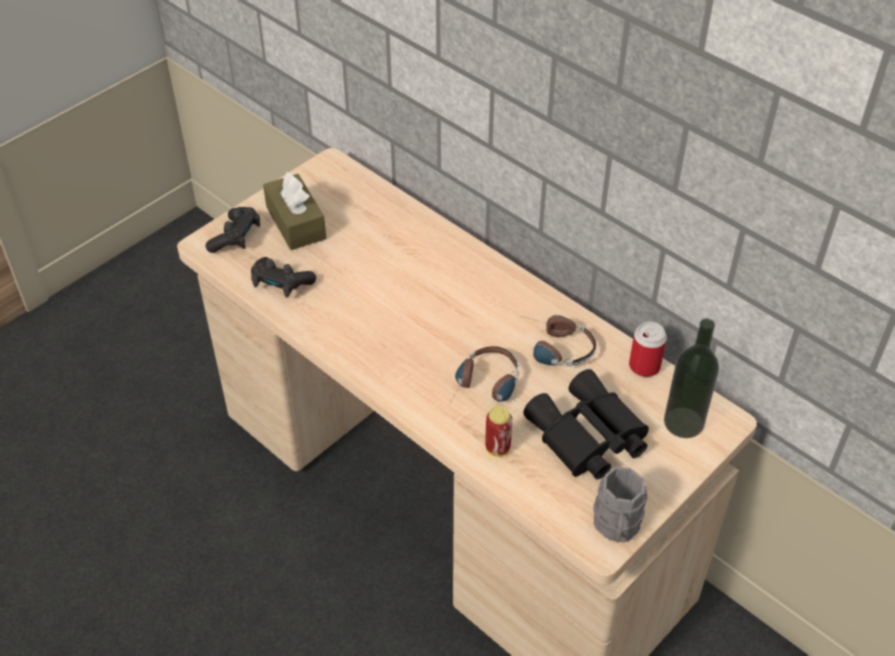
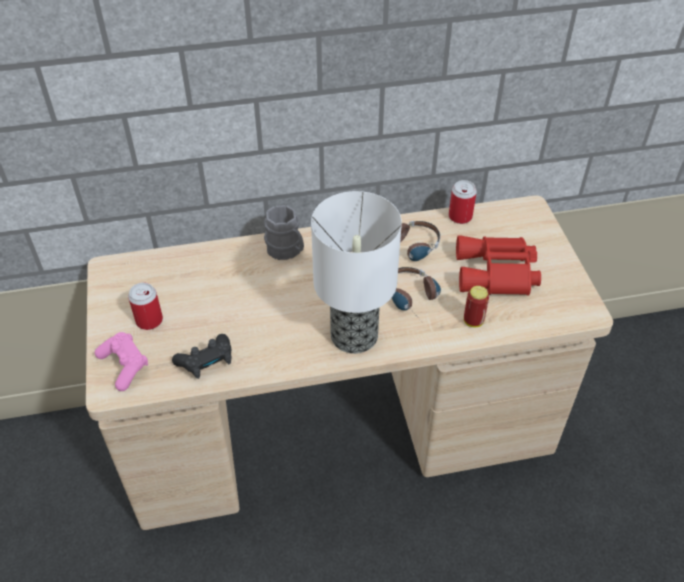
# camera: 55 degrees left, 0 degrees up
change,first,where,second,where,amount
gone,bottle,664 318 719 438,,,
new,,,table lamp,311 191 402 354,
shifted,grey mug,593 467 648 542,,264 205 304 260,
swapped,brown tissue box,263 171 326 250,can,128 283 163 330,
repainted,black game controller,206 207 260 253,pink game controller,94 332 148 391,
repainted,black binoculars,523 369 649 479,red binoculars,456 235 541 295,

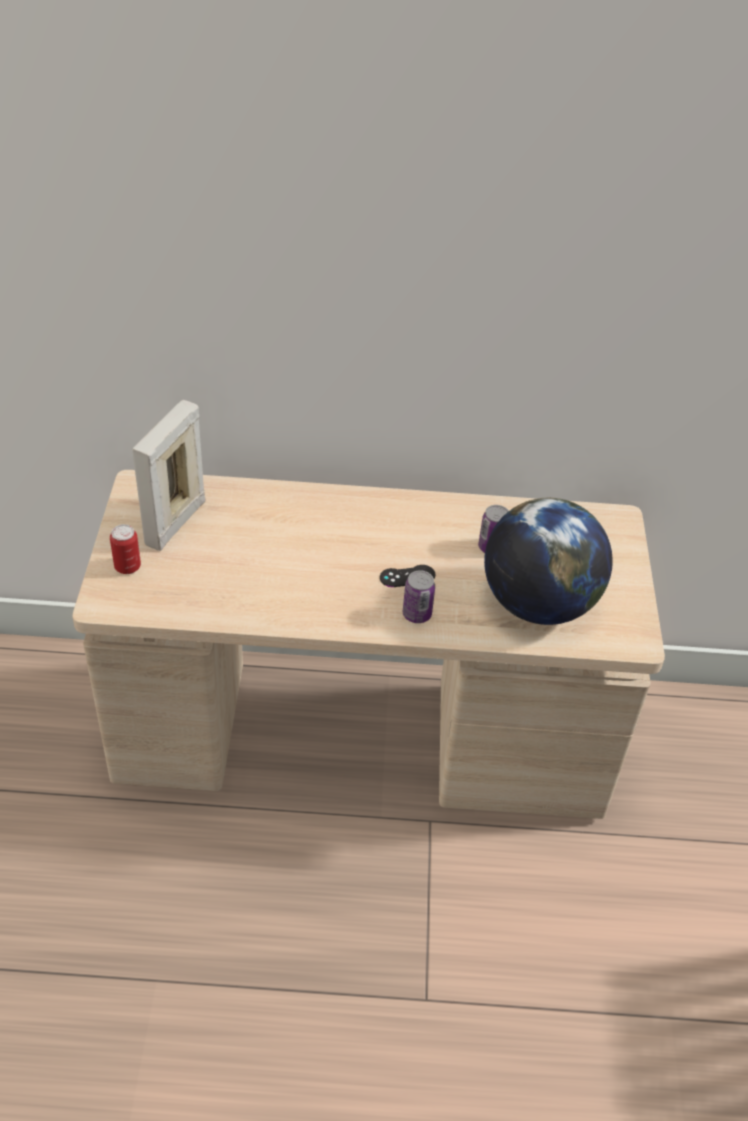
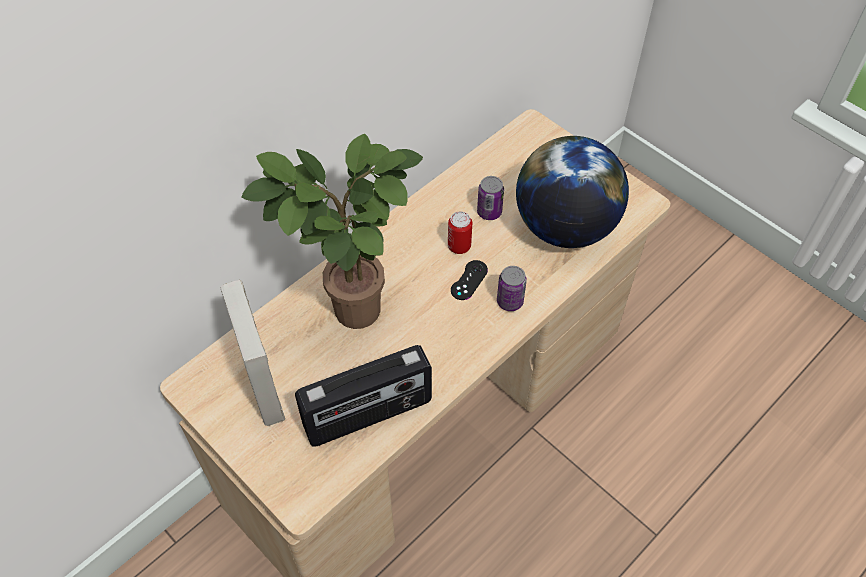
# camera: 45 degrees left, 10 degrees up
change,first,where,second,where,amount
new,,,potted plant,242 134 423 329,
new,,,radio,295 345 432 447,
shifted,can,110 524 141 574,,448 211 472 254,

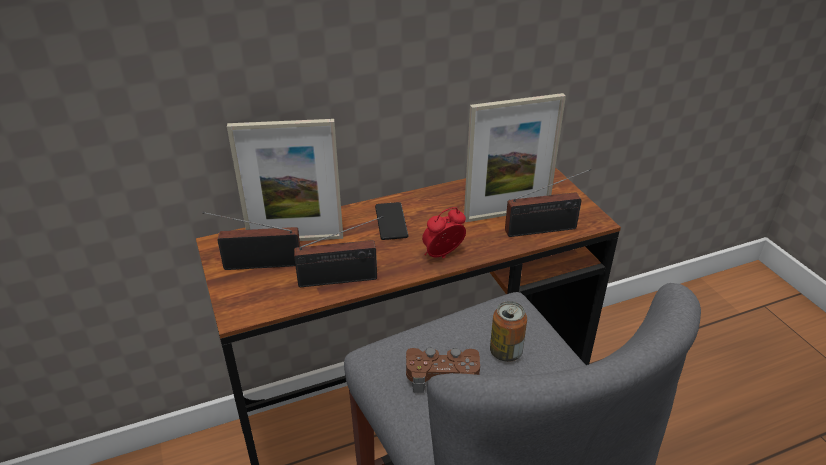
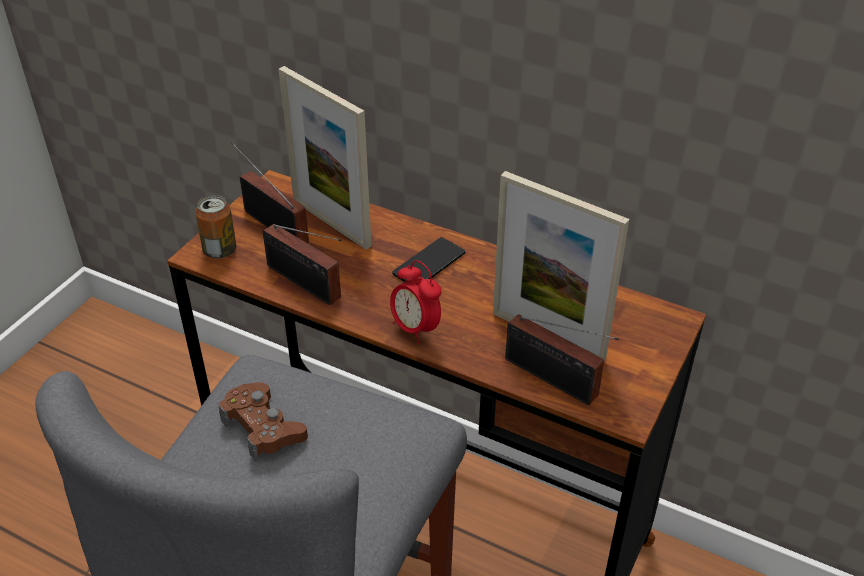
# camera: 50 degrees right, 5 degrees up
change,first,where,second,where,amount
shifted,can,490 301 527 362,,195 195 236 259,
rotated,alarm clock,422 207 466 258,,390 260 441 344,150 degrees counterclockwise

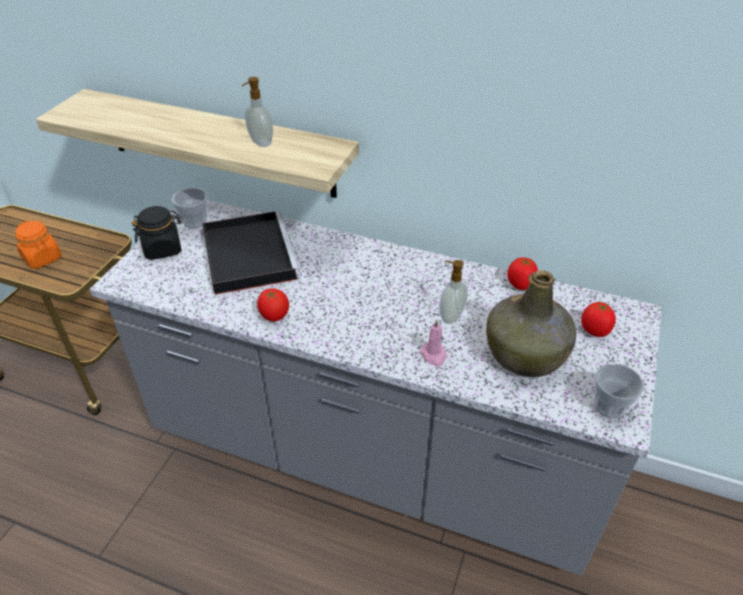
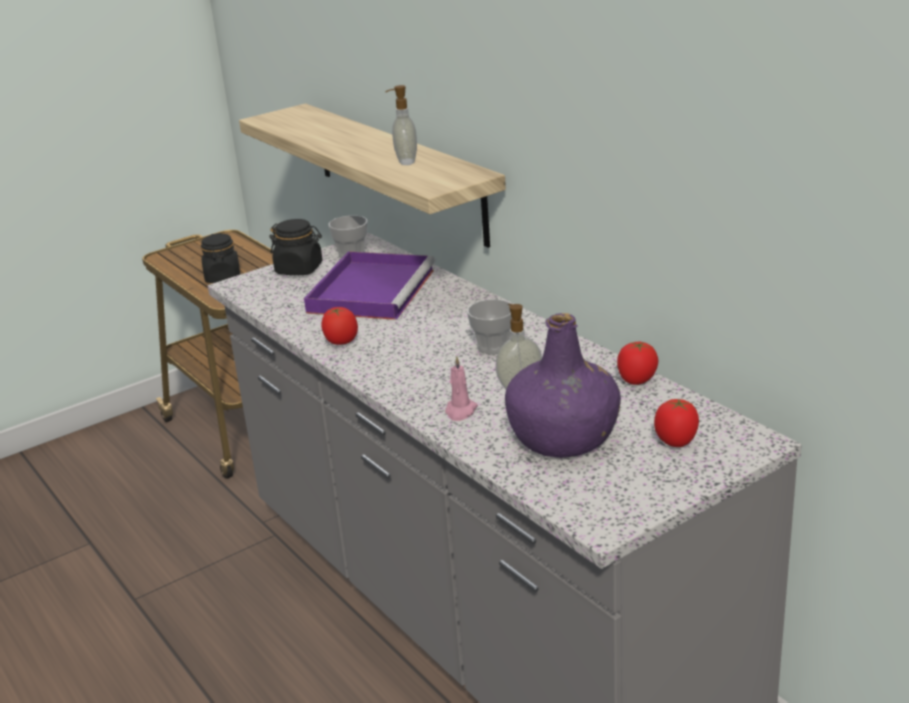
# camera: 35 degrees right, 15 degrees down
change,first,where,second,where,amount
shifted,cup,594 363 644 419,,467 299 512 354,
repainted,orange jar,15 221 62 269,black jar,201 233 240 283,
repainted,black tray,202 211 300 295,purple tray,304 252 436 320,
repainted,green bottle,486 270 576 377,purple bottle,505 313 621 458,

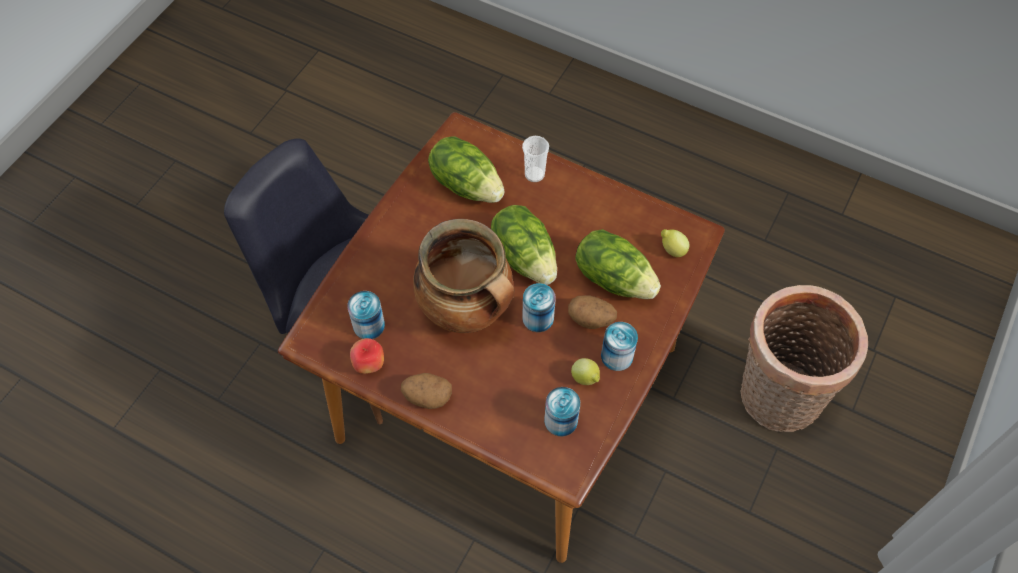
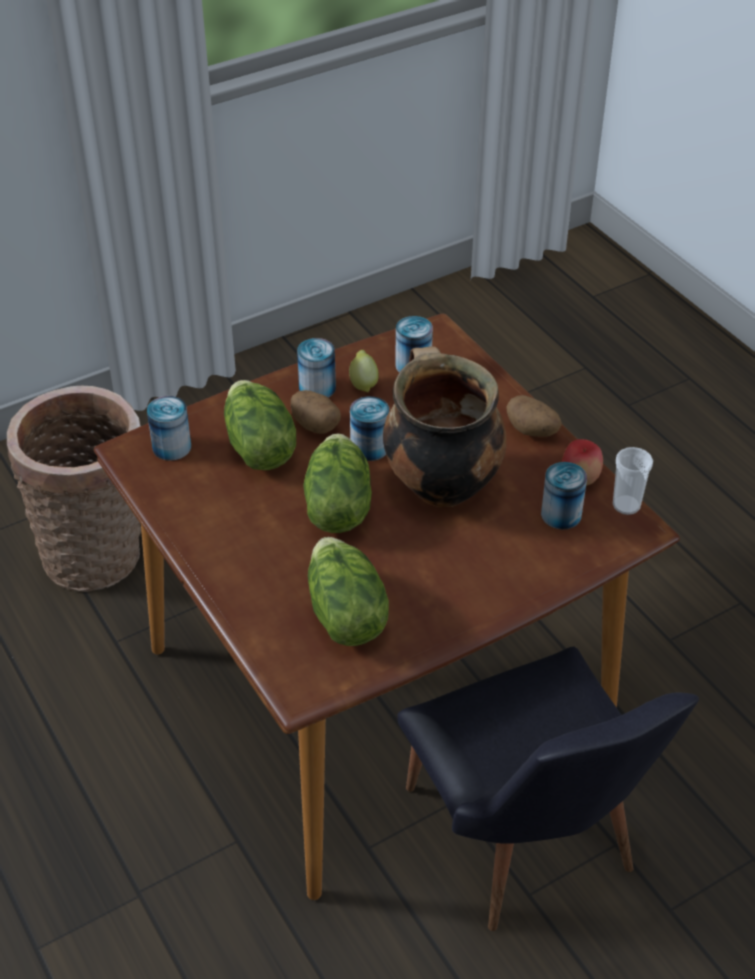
# camera: 150 degrees left, 15 degrees down
change,first,where,second,where,amount
shifted,cup,522 136 549 182,,613 447 653 515,
swapped,lemon,661 229 689 257,can,147 396 191 461,

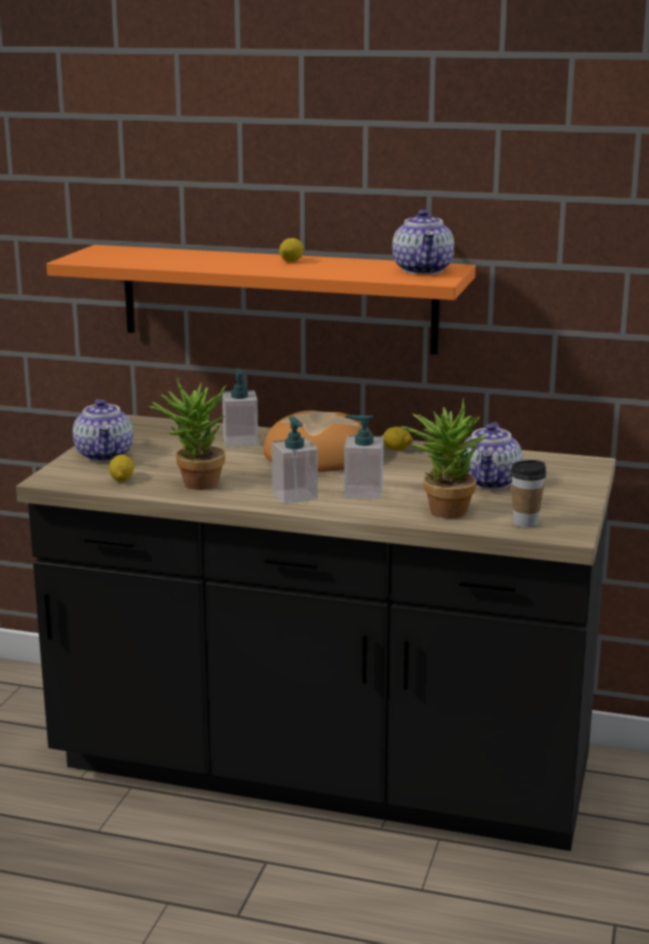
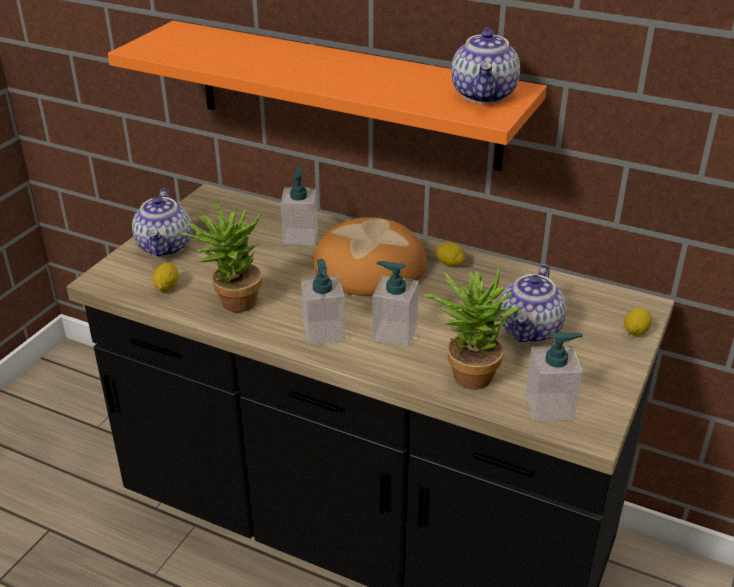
# camera: 10 degrees right, 15 degrees up
change,first,where,second,where,amount
shifted,lemon,279 238 304 262,,624 307 652 336,
swapped,cup,510 460 546 528,soap dispenser,525 332 583 421,

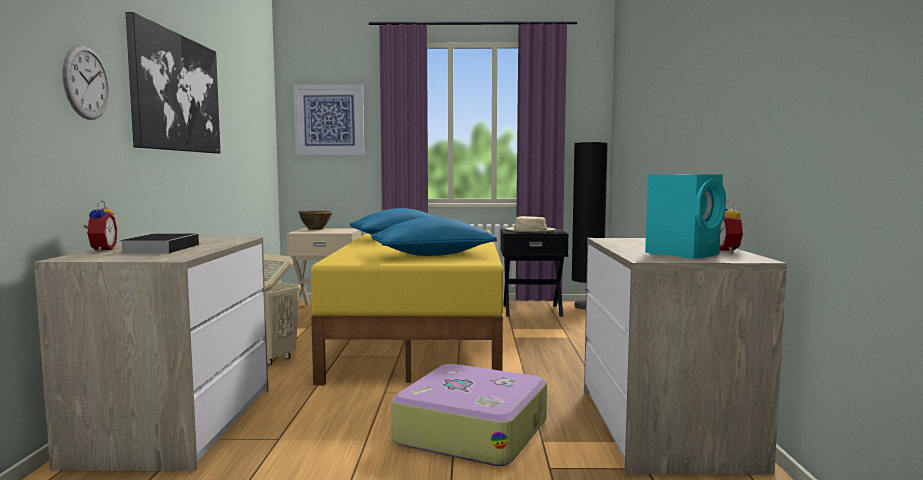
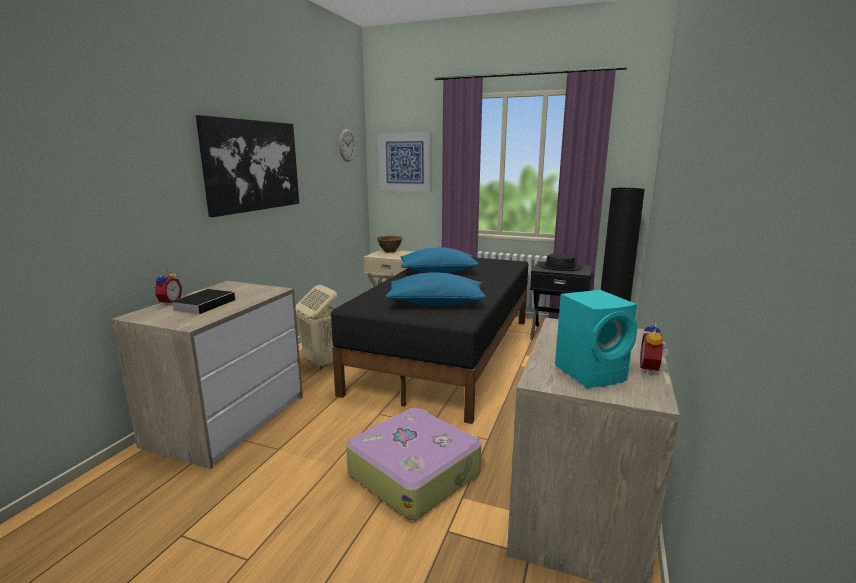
# camera: 20 degrees right, 10 degrees up
change,first,where,second,where,amount
shifted,wall clock,62 44 109 120,,339 129 356 162,
repainted,yellow bed,311 230 503 385,black bed,331 257 528 424,
repainted,beige hat,506 216 555 232,black hat,538 254 583 271,

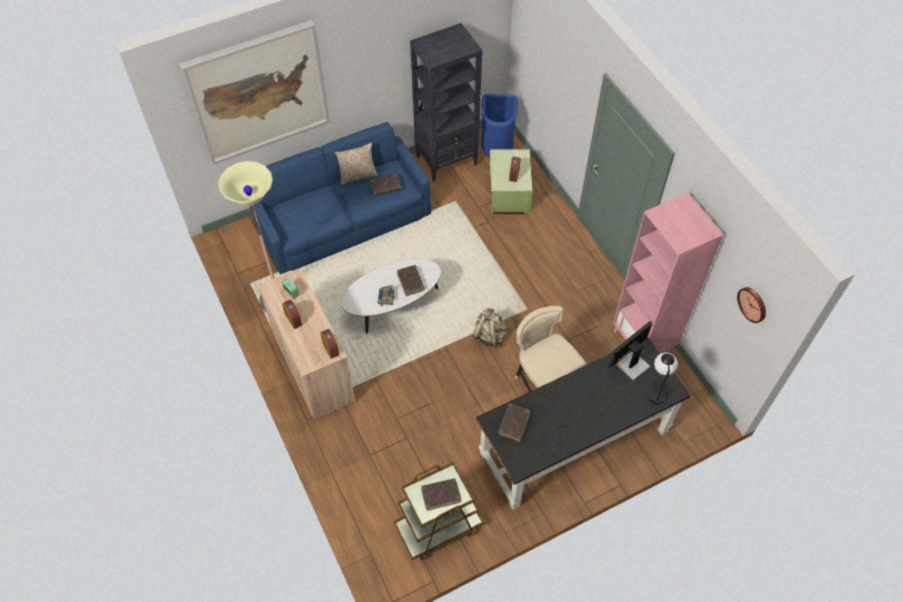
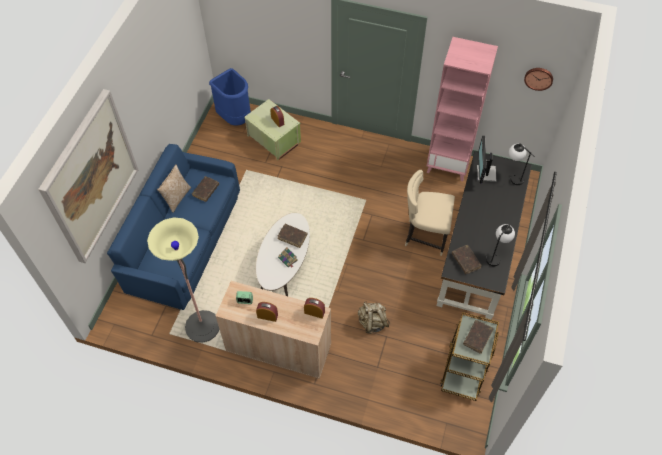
# camera: 45 degrees left, 0 degrees up
change,first,where,second,where,amount
gone,black bookcase,410 23 483 182,,,
new,,,table lamp,486 224 515 266,
shifted,beige backpack,473 308 508 348,,358 301 390 334,

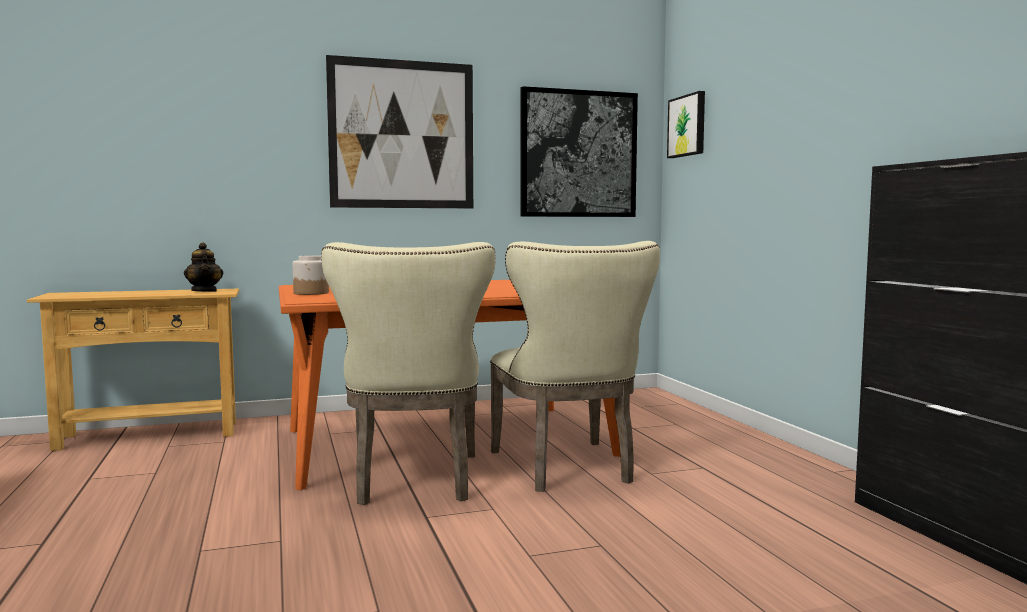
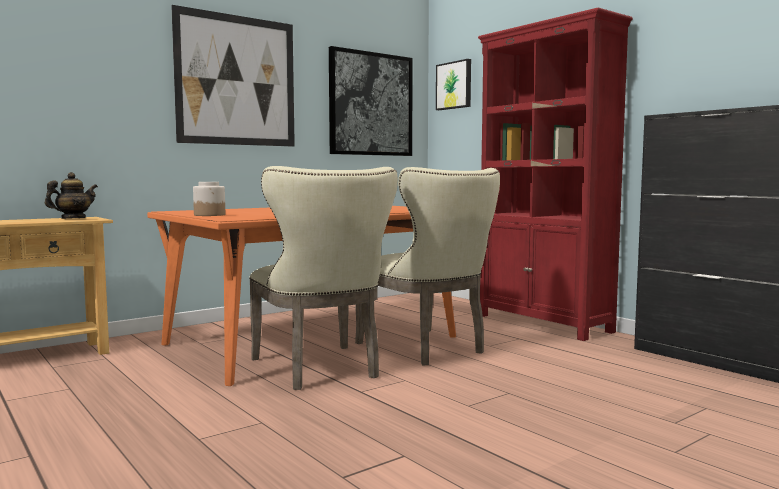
# camera: 20 degrees left, 0 degrees up
change,first,where,second,where,amount
new,,,red bookcase,478 7 633 341,
rotated,teapot,184 242 223 292,,45 172 98 219,90 degrees counterclockwise

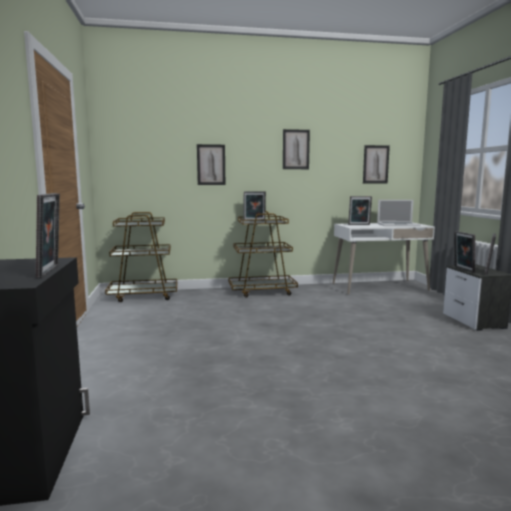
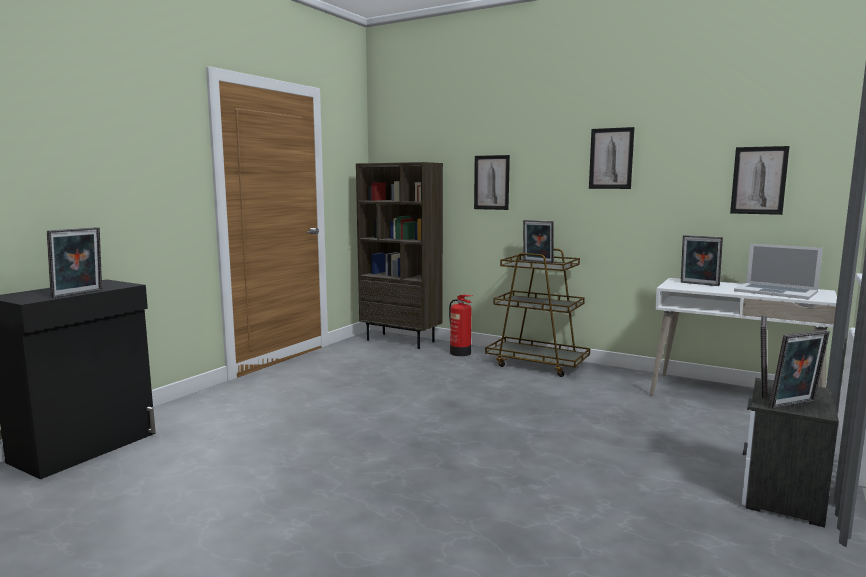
# camera: 40 degrees right, 0 degrees up
change,first,where,second,where,amount
new,,,fire extinguisher,449 295 472 356,
swapped,brown cart,105 212 177 302,brown bookcase,356 162 443 349,

